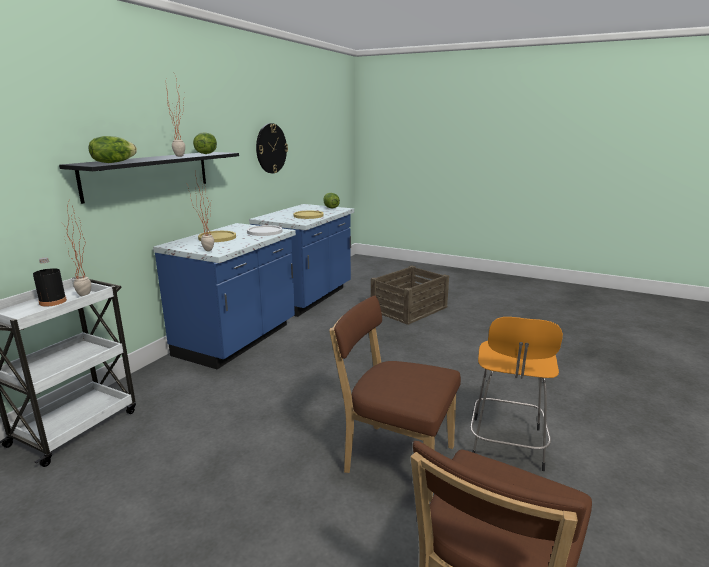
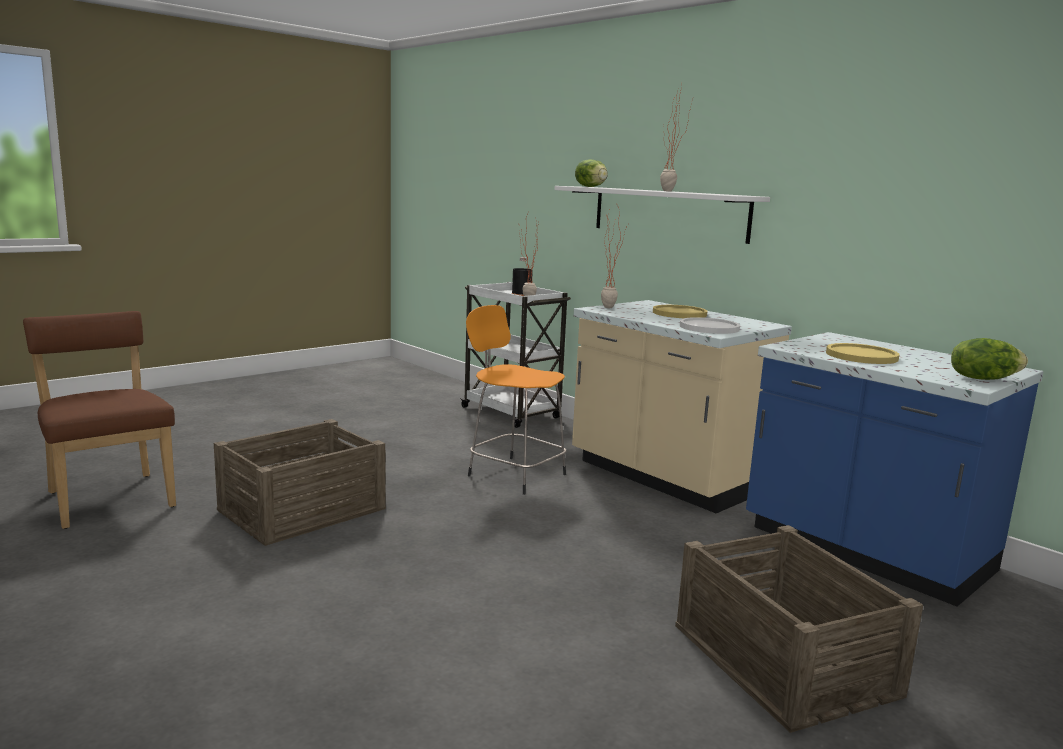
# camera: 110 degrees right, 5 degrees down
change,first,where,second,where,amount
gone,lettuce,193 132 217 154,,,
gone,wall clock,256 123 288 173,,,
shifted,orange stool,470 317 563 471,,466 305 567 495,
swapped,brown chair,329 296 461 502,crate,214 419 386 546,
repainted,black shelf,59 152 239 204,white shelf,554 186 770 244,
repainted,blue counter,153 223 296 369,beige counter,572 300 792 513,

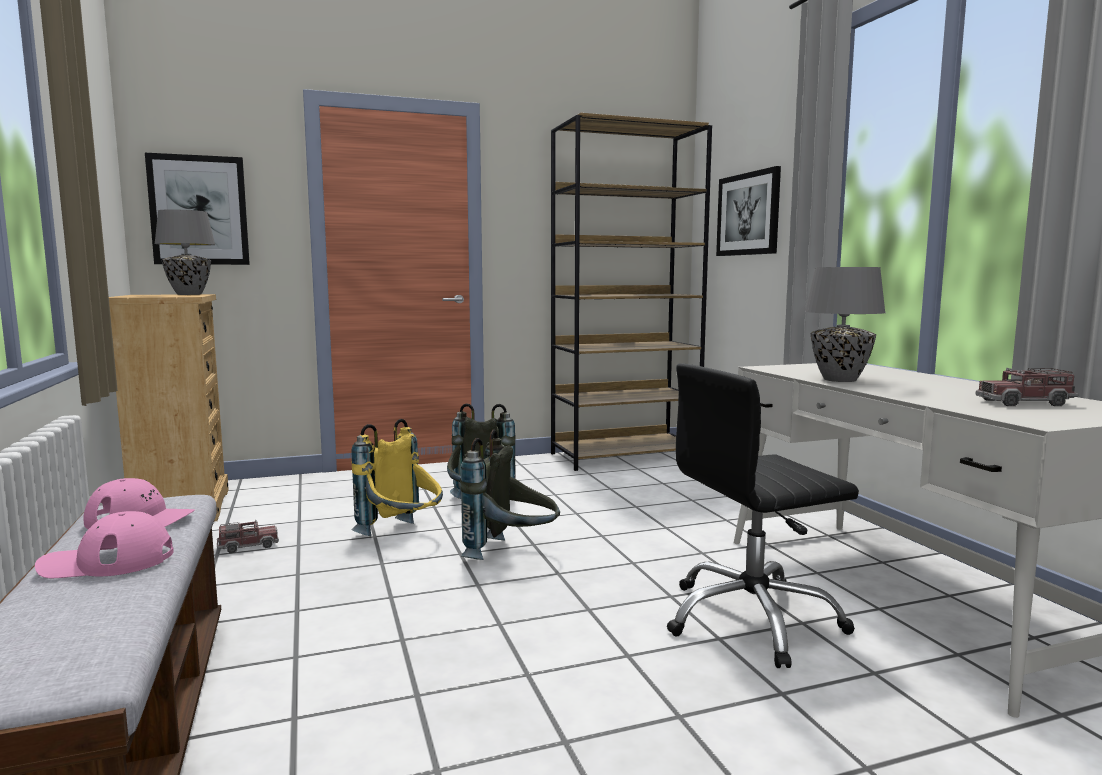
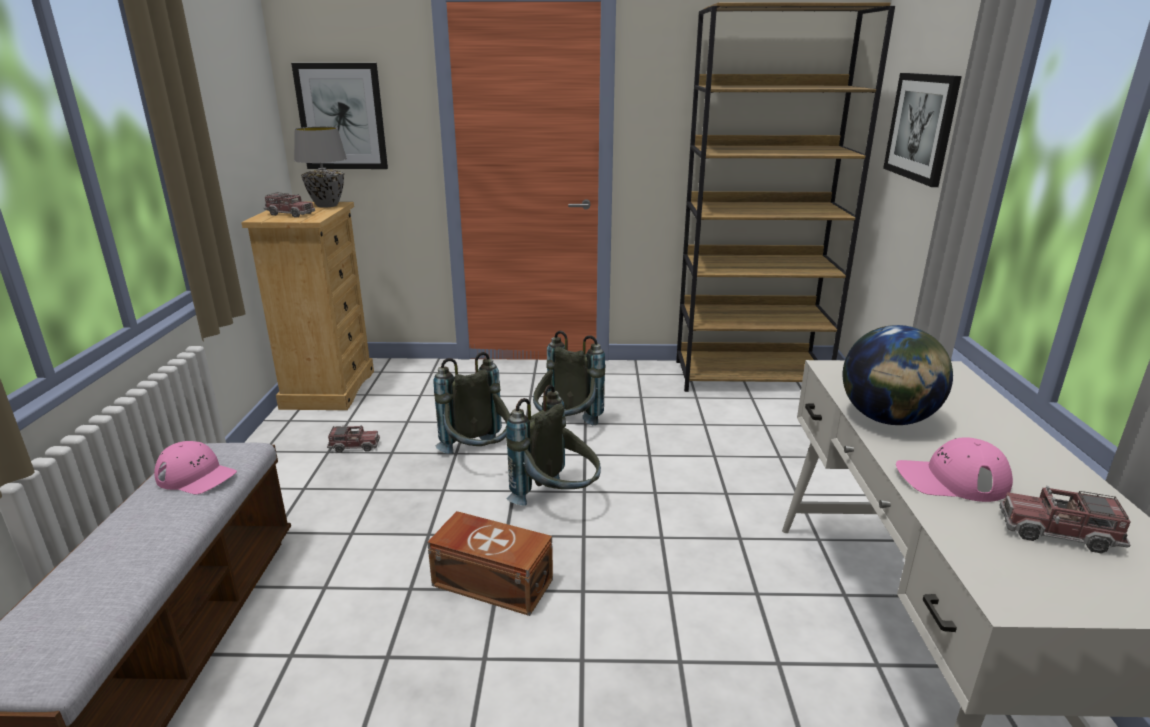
# camera: 20 degrees right, 15 degrees up
change,first,where,second,where,amount
gone,black office chair,667 363 859 668,,,
new,,,toy truck,264 193 315 218,
new,,,brown storage box,427 511 553 616,
shifted,pink cap,35 511 174 579,,896 437 1013 502,
swapped,grey table lamp,804 267 886 382,globe,843 325 953 425,
repainted,yellow backpack,351 419 443 536,grey backpack,433 352 510 454,

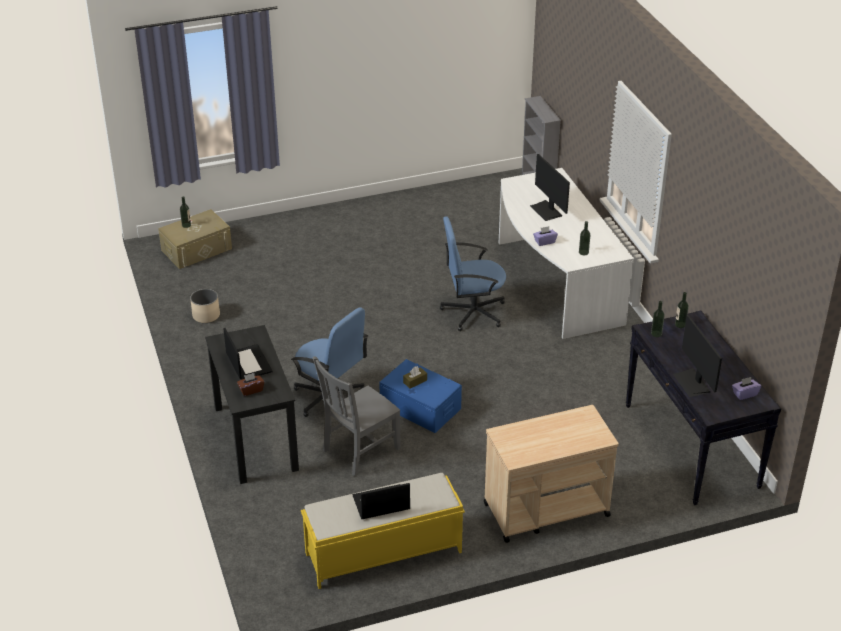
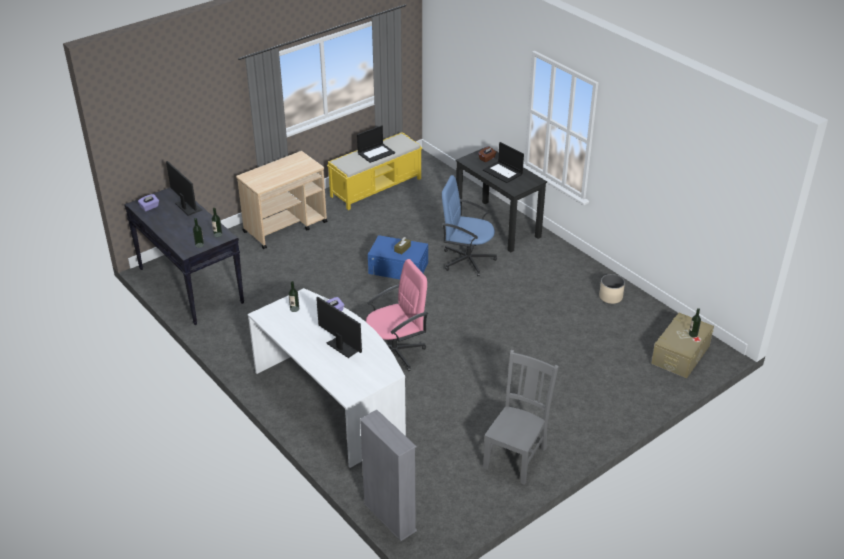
# camera: 160 degrees right, 0 degrees up
change,first,where,second,where,amount
shifted,grey chair,312 357 401 476,,483 350 559 485,
repainted,blue office chair,440 216 506 331,pink office chair,366 259 428 371,

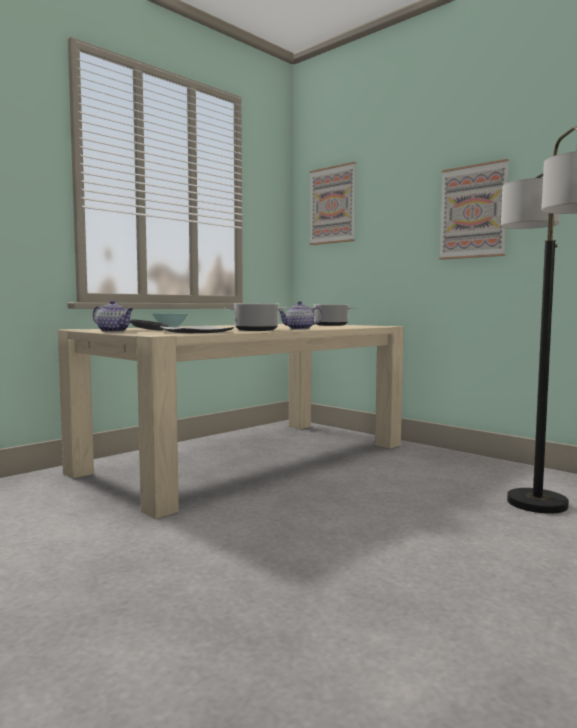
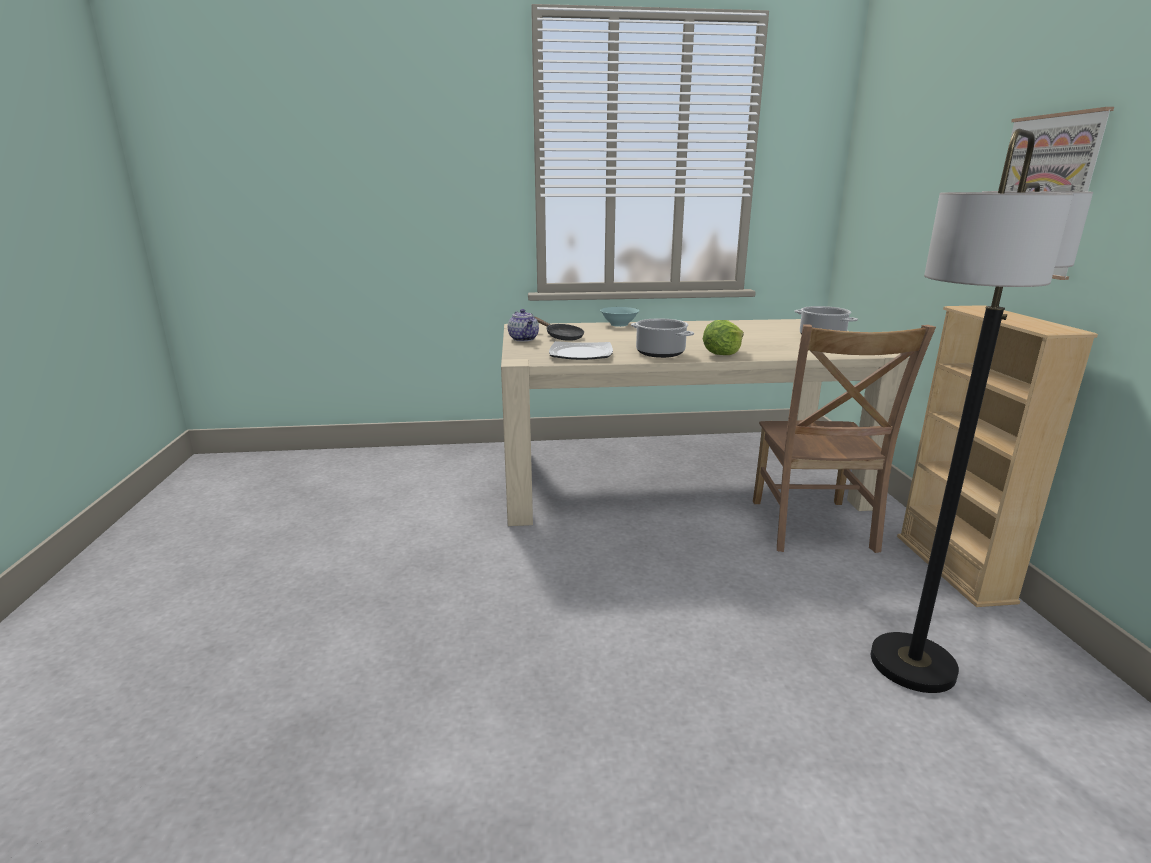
# camera: 40 degrees right, 15 degrees up
change,first,where,second,where,amount
gone,picture,309 162 356 245,,,
new,,,brown chair,753 324 936 553,
new,,,beige bookcase,897 305 1098 607,
swapped,teapot,279 301 323 329,lettuce,703 320 744 355,

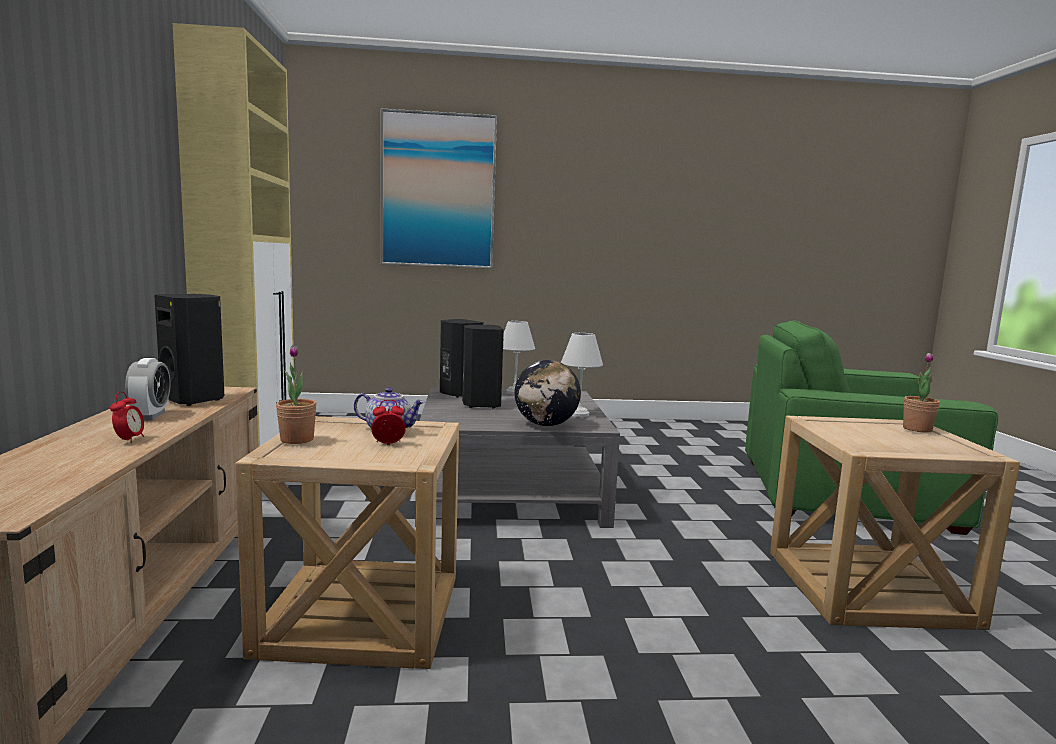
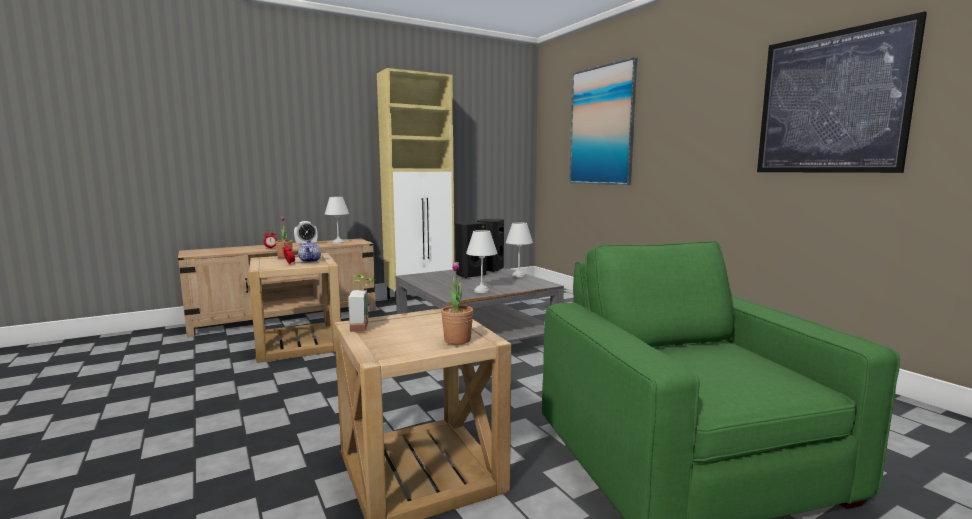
# camera: 65 degrees right, 0 degrees up
change,first,where,second,where,amount
gone,globe,515 360 581 426,,,
new,,,potted plant,348 275 376 332,
new,,,picture,757 12 927 173,
swapped,black speaker,154 294 224 406,white table lamp,325 197 349 244,

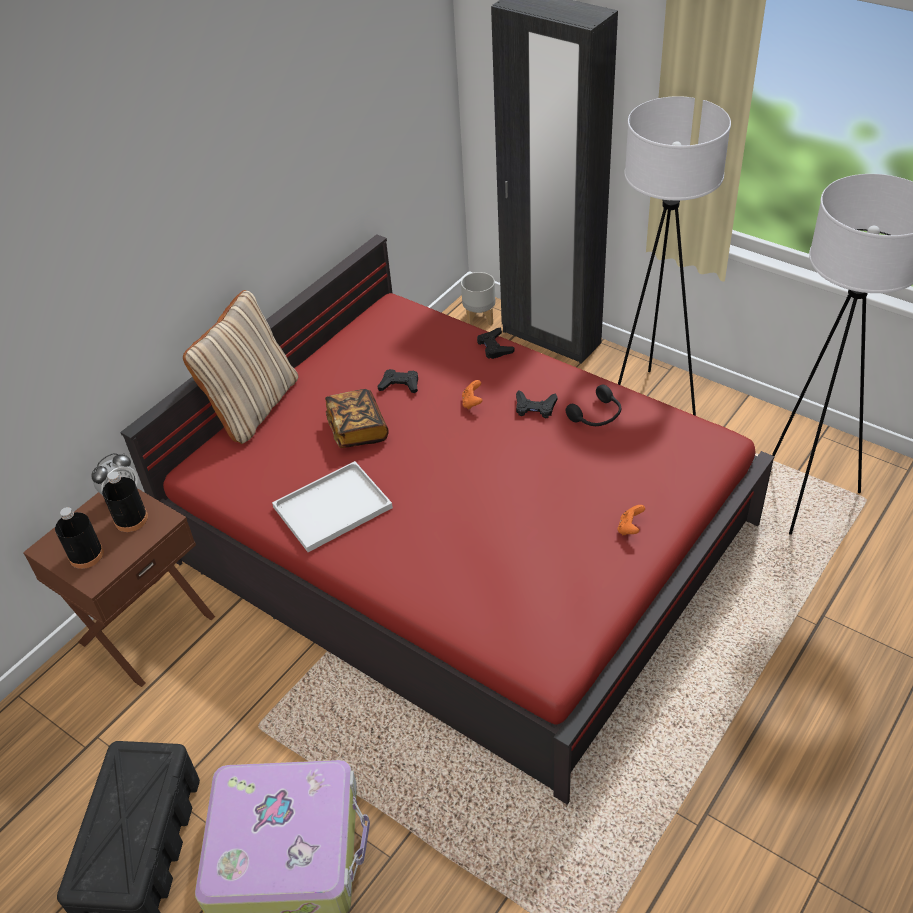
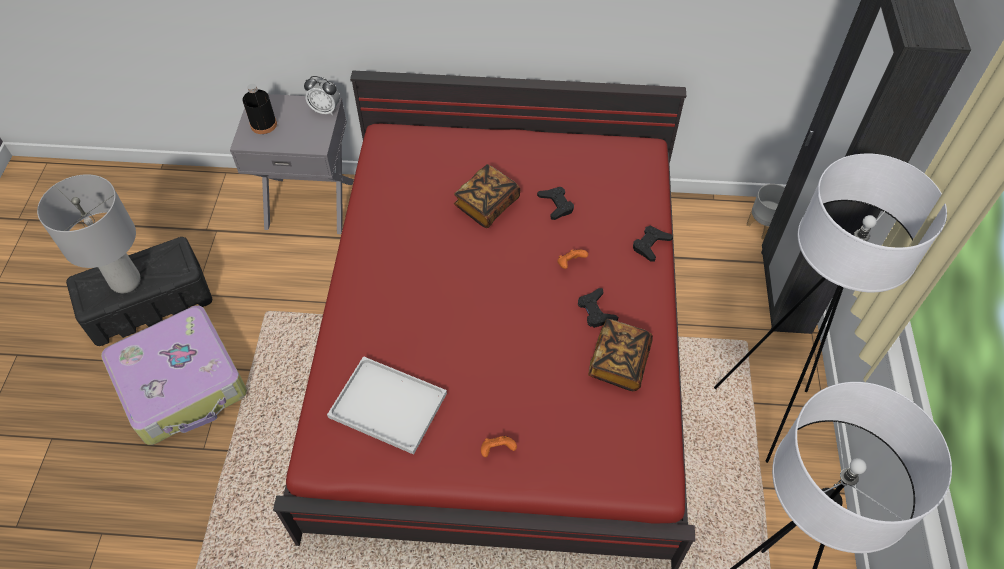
# camera: 55 degrees right, 10 degrees up
change,first,where,second,where,amount
gone,black bottle,102 471 148 532,,,
gone,beige pillow,183 290 298 444,,,
new,,,grey table lamp,37 174 141 293,
shifted,white tray,272 461 393 552,,327 356 447 455,
swapped,black headphones,566 385 621 426,book,588 319 653 391,
repainted,brown nightstand,23 488 215 687,grey nightstand,230 94 354 234,

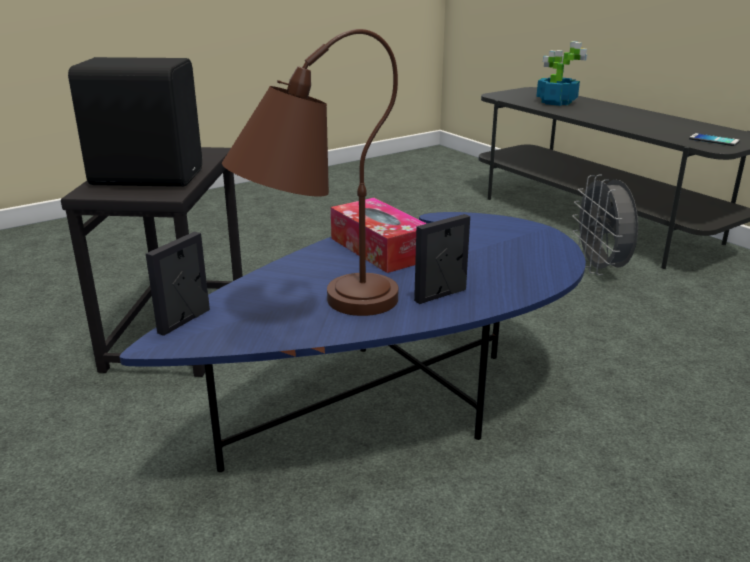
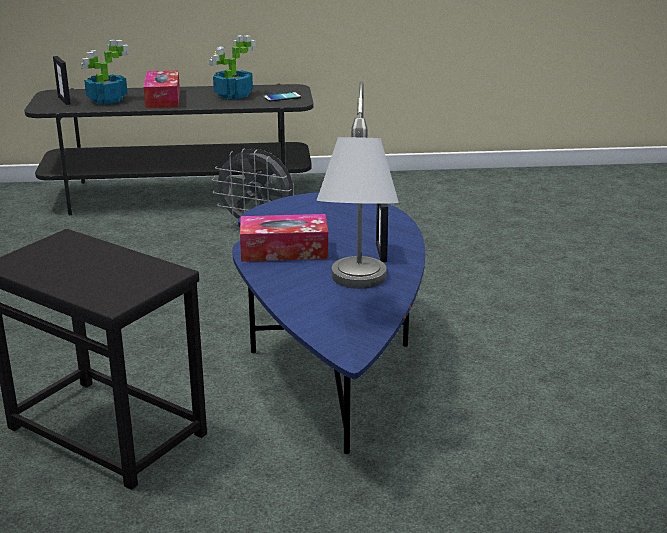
# camera: 60 degrees left, 0 degrees up
change,first,where,second,where,amount
gone,black speaker,68 57 202 187,,,
new,,,tissue box,144 70 180 108,
new,,,potted plant,209 35 256 99,
shifted,picture frame,146 232 210 336,,53 56 71 105,
repainted,brown table lamp,222 29 398 316,grey table lamp,317 81 399 289,

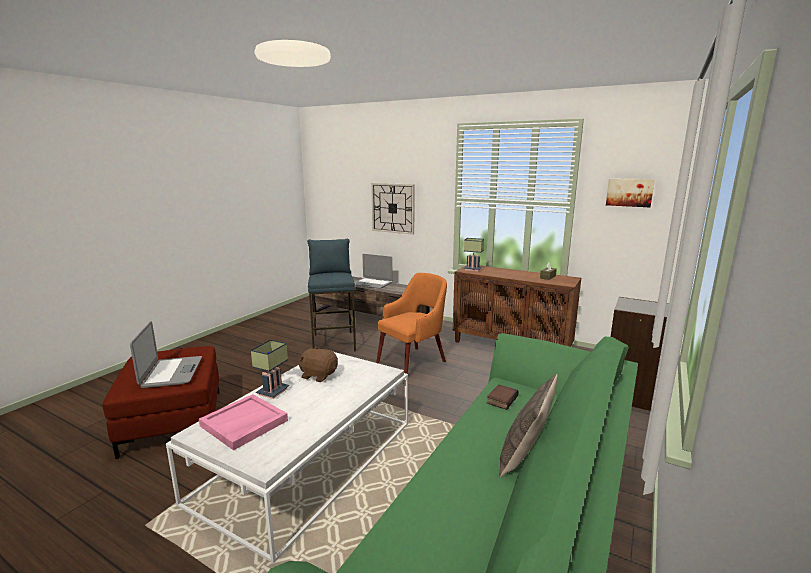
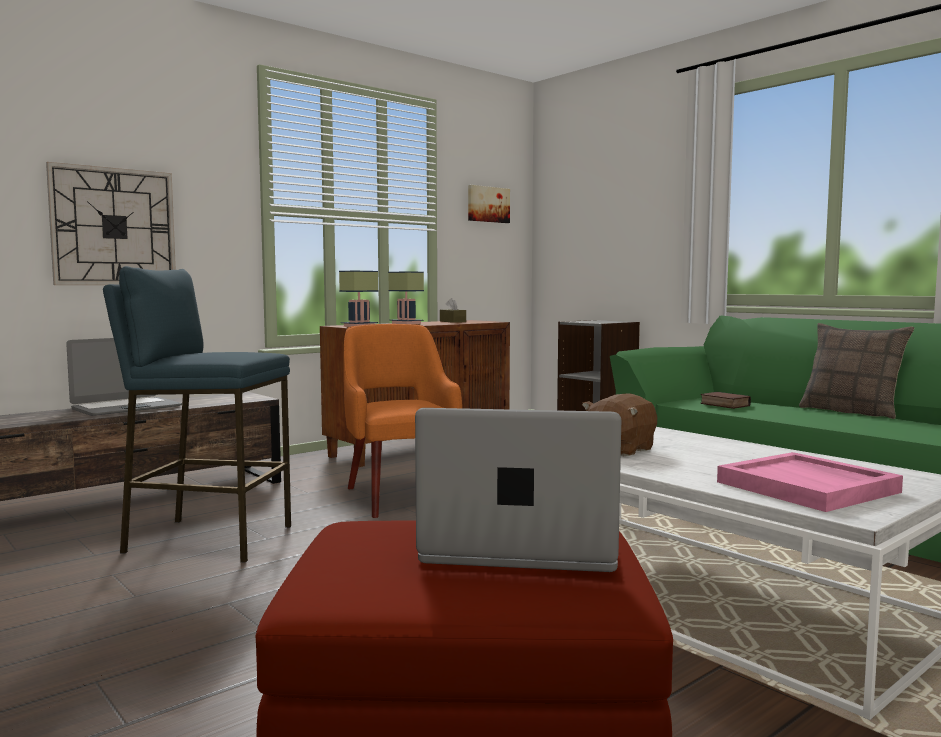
# camera: 70 degrees left, 10 degrees down
change,first,where,second,where,amount
shifted,table lamp,251 340 290 399,,388 271 424 324,

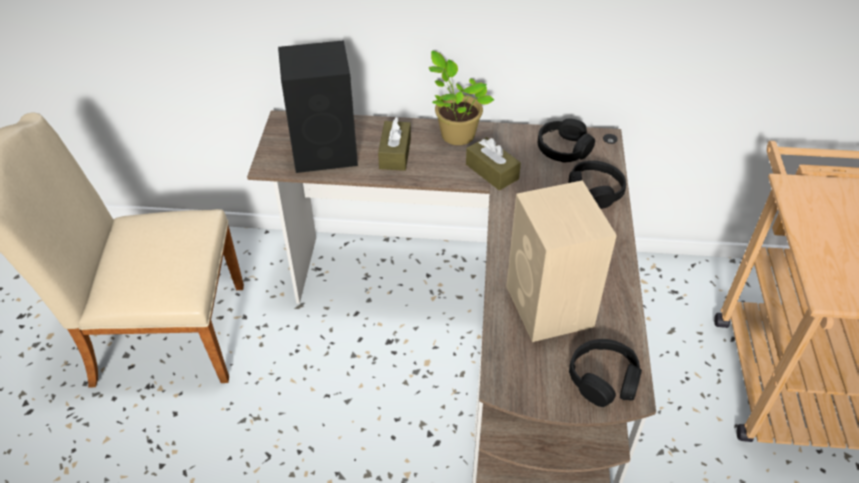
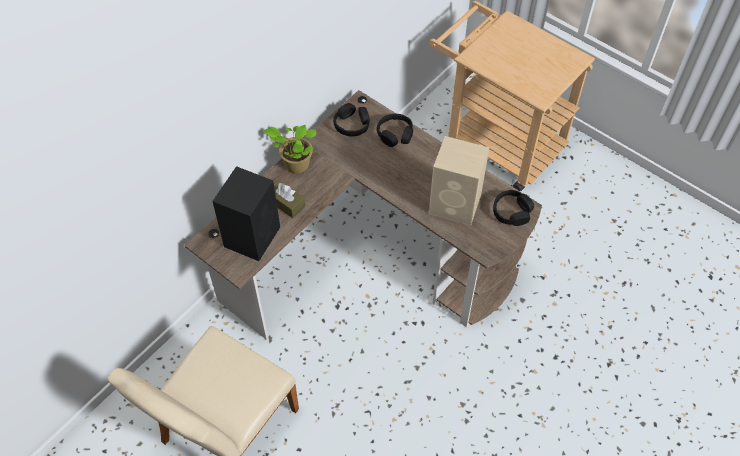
# camera: 55 degrees left, 10 degrees up
change,first,where,second,where,amount
gone,brown tissue box,466 137 521 190,,,

